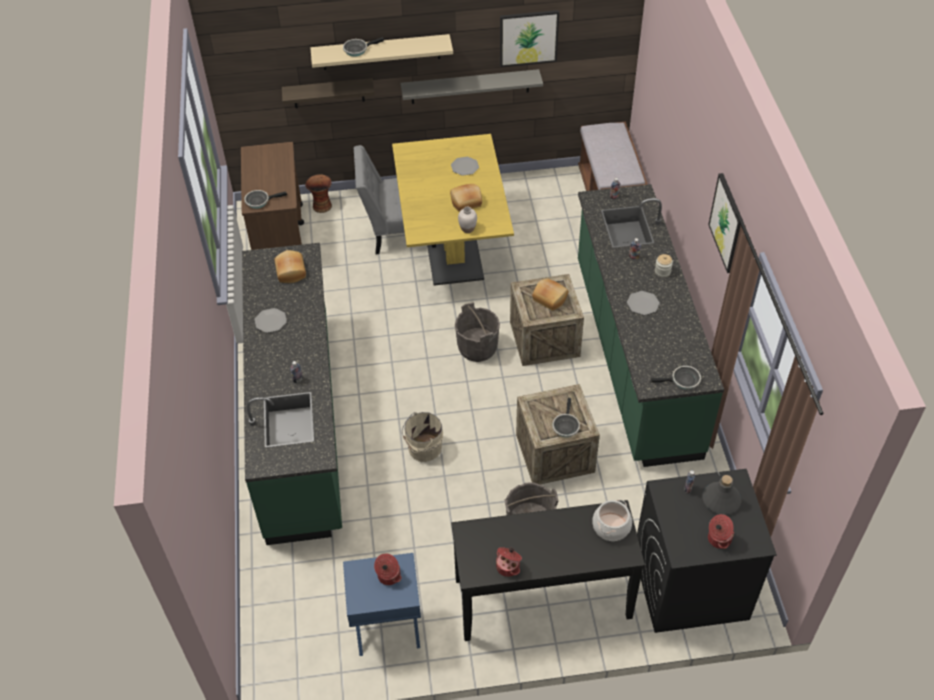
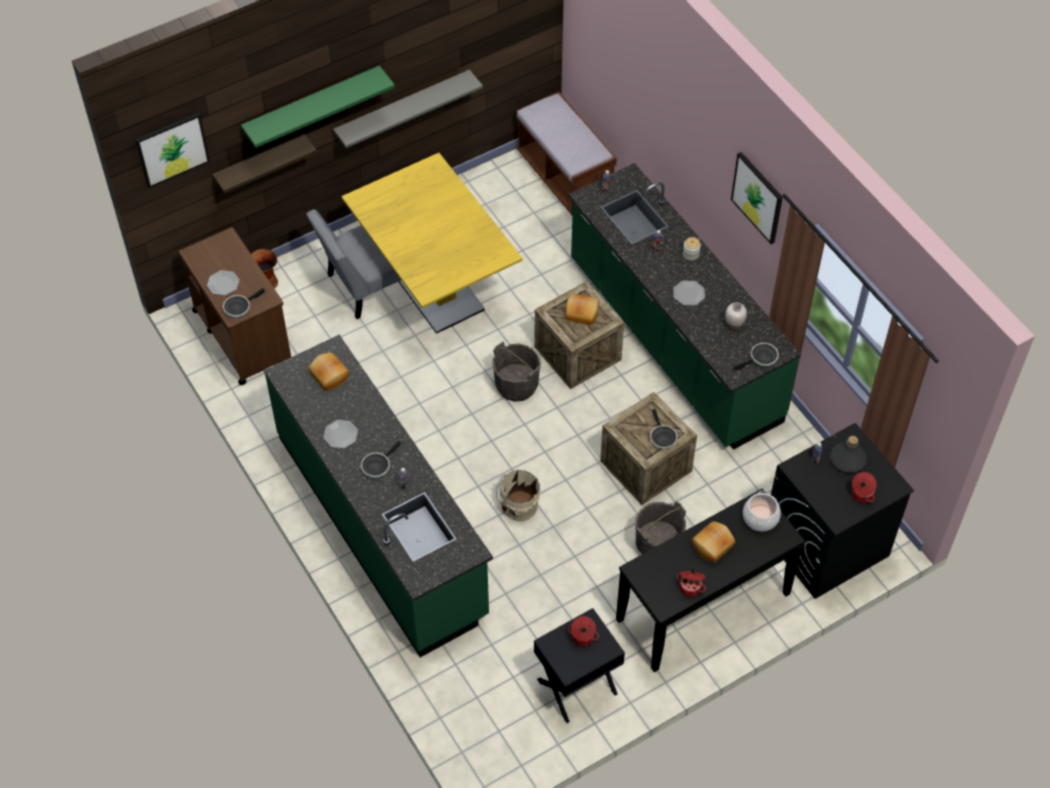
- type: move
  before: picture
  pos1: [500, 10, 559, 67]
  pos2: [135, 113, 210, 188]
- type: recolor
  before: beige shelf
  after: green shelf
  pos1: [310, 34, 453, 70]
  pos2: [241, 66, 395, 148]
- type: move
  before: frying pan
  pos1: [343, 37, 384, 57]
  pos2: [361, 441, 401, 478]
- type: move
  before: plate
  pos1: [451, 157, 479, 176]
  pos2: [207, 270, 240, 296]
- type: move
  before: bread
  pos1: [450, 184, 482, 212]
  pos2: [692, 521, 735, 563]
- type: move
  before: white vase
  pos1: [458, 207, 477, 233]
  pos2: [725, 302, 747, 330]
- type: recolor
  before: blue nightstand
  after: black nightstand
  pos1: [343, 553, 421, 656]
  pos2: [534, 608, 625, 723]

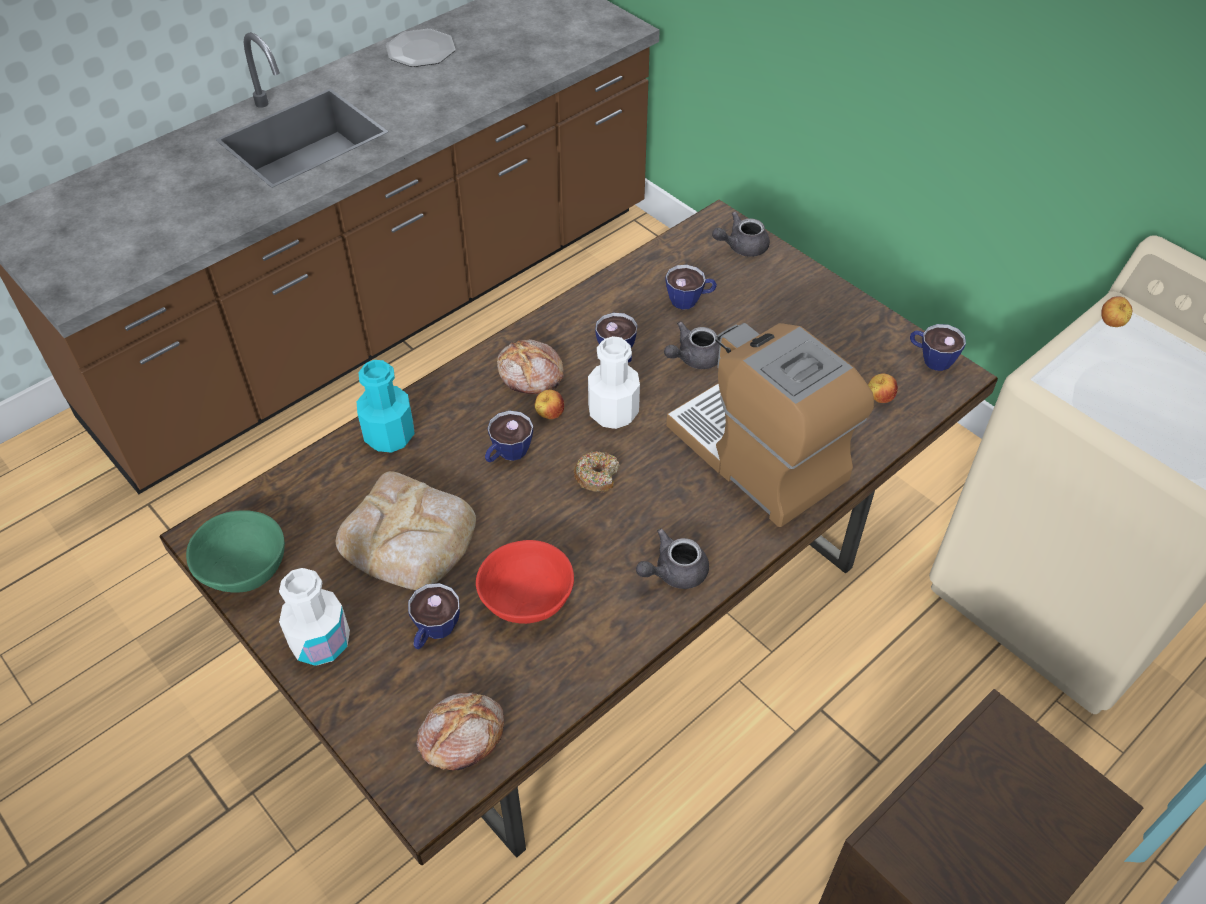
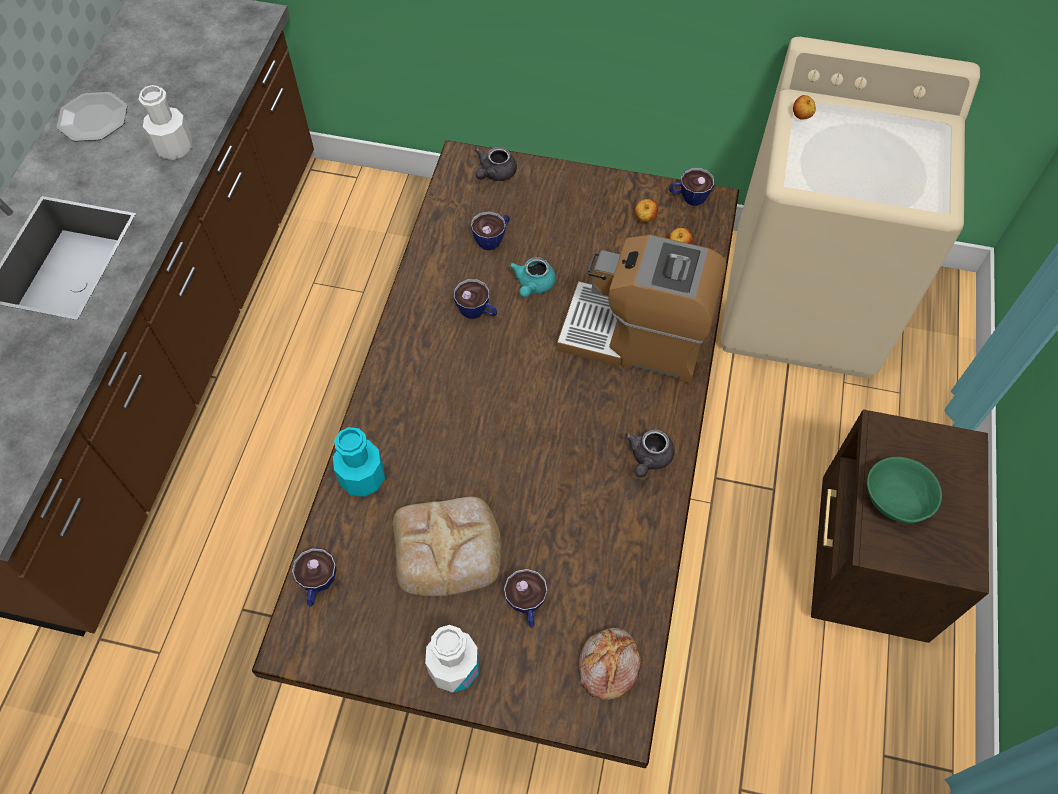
- type: recolor
  before: grey teapot
  after: turquoise teapot
  pos1: [664, 321, 720, 369]
  pos2: [509, 257, 556, 298]
- type: move
  before: white bottle
  pos1: [588, 336, 640, 429]
  pos2: [139, 85, 192, 160]
- type: delete
  before: bread
  pos1: [497, 339, 564, 394]
- type: move
  before: apple
  pos1: [535, 390, 564, 419]
  pos2: [635, 199, 658, 222]
- type: move
  before: cup
  pos1: [485, 410, 533, 462]
  pos2: [292, 548, 336, 606]
- type: delete
  before: donut
  pos1: [574, 451, 620, 492]
- type: move
  before: green bowl
  pos1: [186, 510, 285, 592]
  pos2: [867, 457, 942, 524]
- type: delete
  before: red bowl
  pos1: [476, 540, 574, 624]

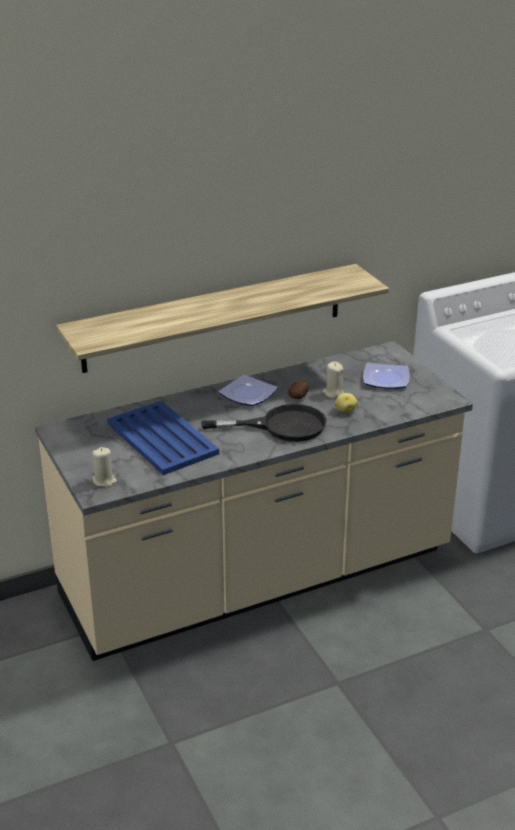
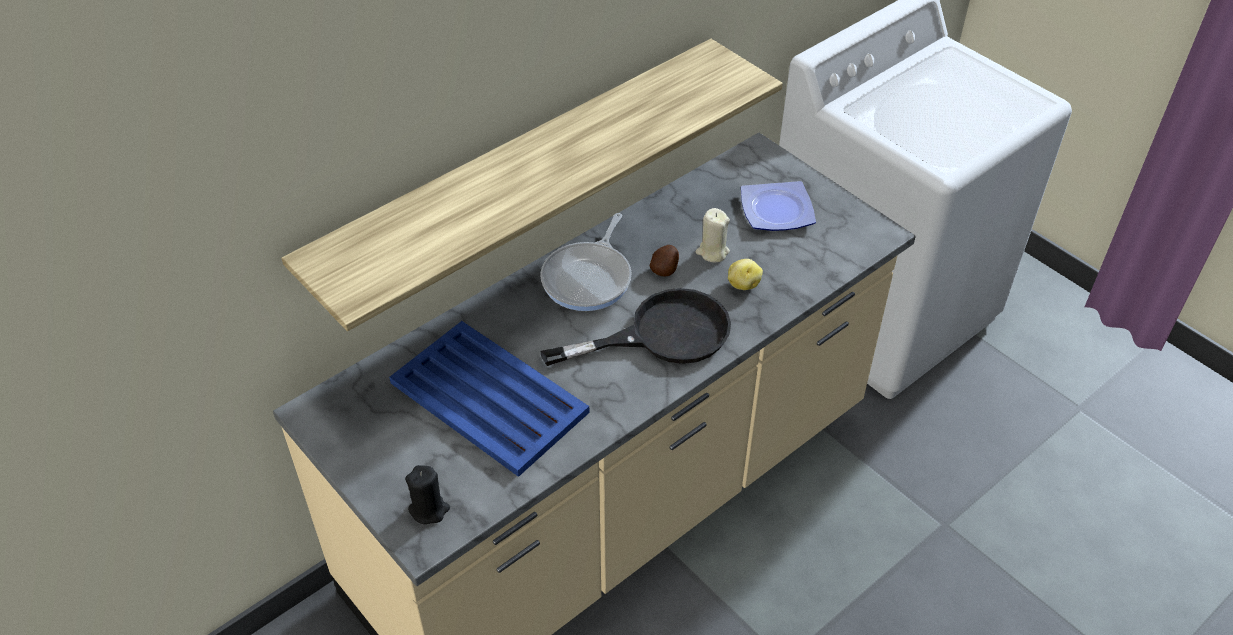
- type: replace
  before: plate
  after: frying pan
  pos1: [218, 375, 278, 406]
  pos2: [540, 213, 632, 311]
- type: recolor
  before: beige candle
  after: black candle
  pos1: [92, 447, 117, 487]
  pos2: [405, 465, 450, 524]

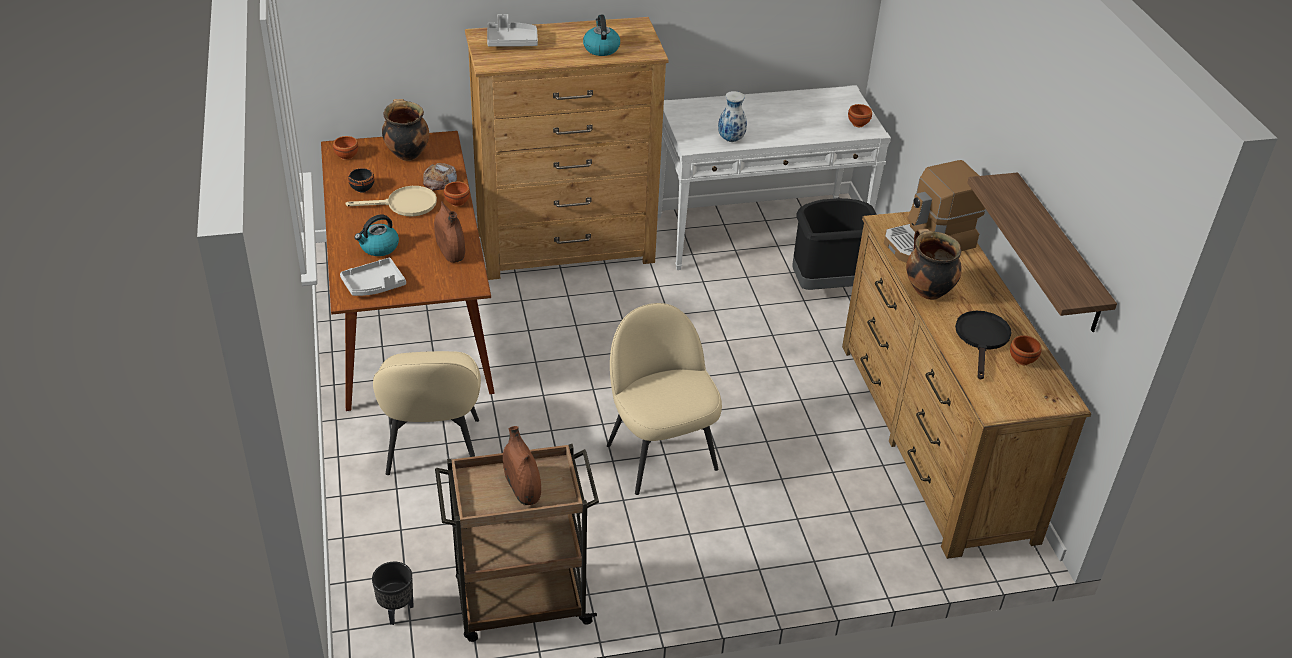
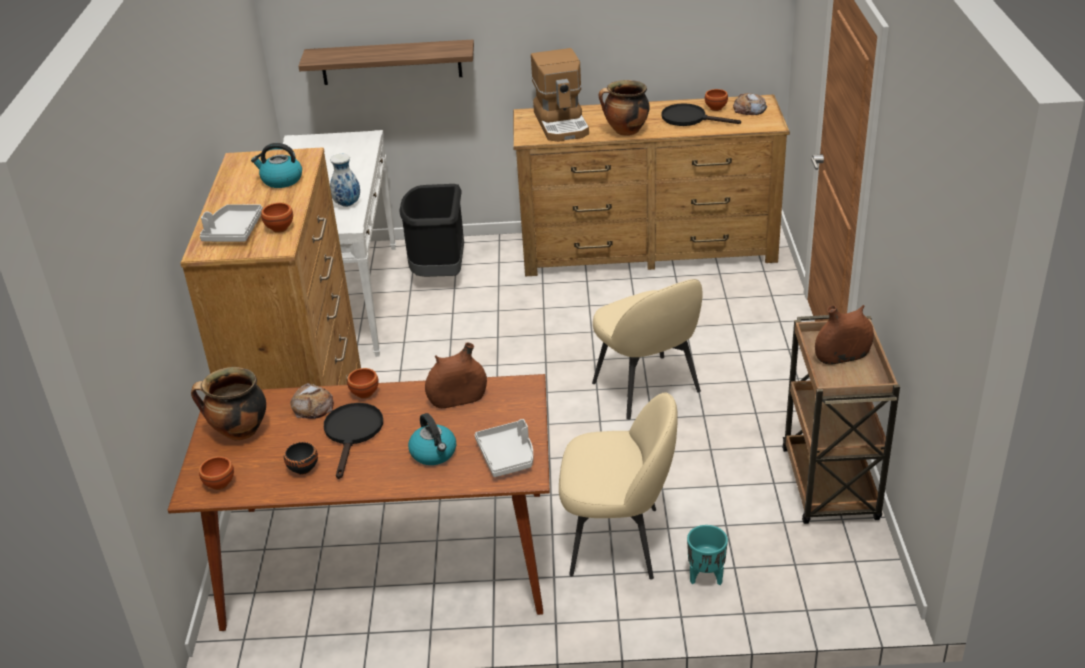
- type: move
  before: brown bowl
  pos1: [848, 104, 872, 127]
  pos2: [261, 203, 293, 233]
- type: move
  before: shelf
  pos1: [967, 172, 1117, 332]
  pos2: [298, 39, 474, 85]
- type: recolor
  before: beige frying pan
  after: black frying pan
  pos1: [345, 186, 437, 217]
  pos2: [324, 403, 383, 479]
- type: rotate
  before: beige chair
  pos1: [607, 303, 722, 495]
  pos2: [592, 279, 703, 420]
  turn: -105
- type: delete
  before: black planter
  pos1: [372, 562, 414, 625]
- type: insert
  after: bread
  pos2: [733, 93, 767, 115]
- type: insert
  after: turquoise planter
  pos2: [687, 525, 728, 585]

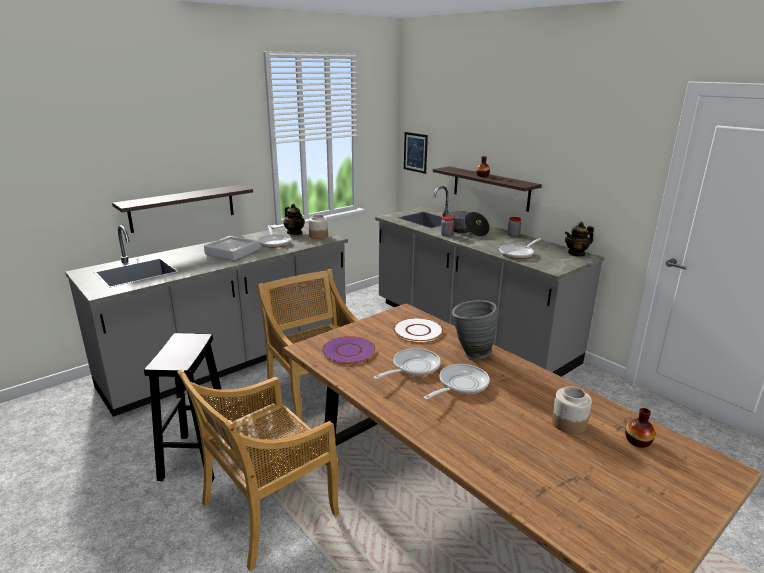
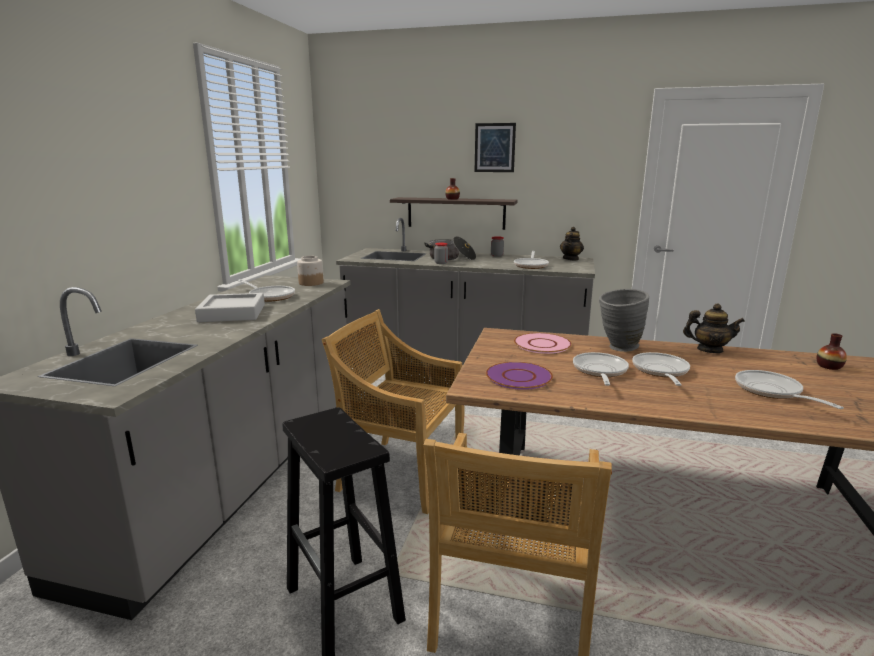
- type: move
  before: picture
  pos1: [404, 132, 428, 174]
  pos2: [475, 123, 516, 172]
- type: delete
  before: shelf
  pos1: [112, 185, 253, 233]
- type: move
  before: teapot
  pos1: [283, 204, 305, 235]
  pos2: [683, 303, 745, 353]
- type: recolor
  before: white plate
  after: pink plate
  pos1: [393, 318, 443, 342]
  pos2: [514, 333, 572, 354]
- type: delete
  before: jar
  pos1: [552, 386, 592, 434]
- type: insert
  after: frying pan
  pos2: [735, 370, 844, 409]

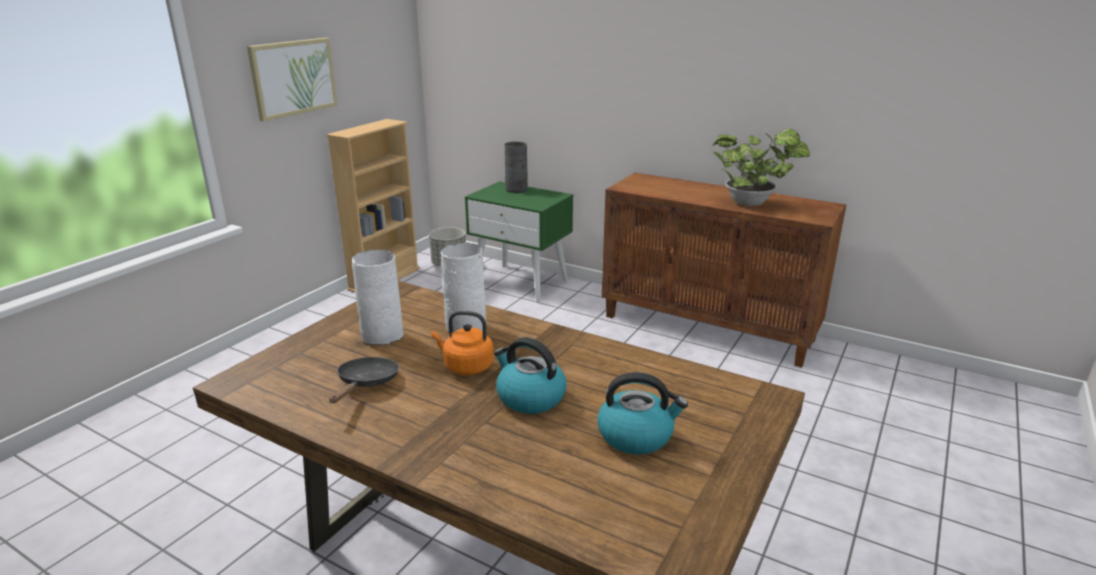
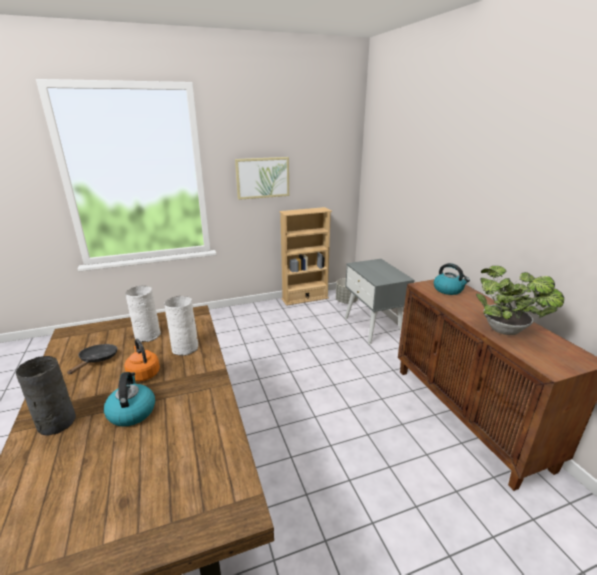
- type: move
  before: grey vase
  pos1: [504, 142, 528, 193]
  pos2: [16, 356, 76, 436]
- type: recolor
  before: green nightstand
  after: grey nightstand
  pos1: [465, 182, 573, 302]
  pos2: [345, 259, 414, 344]
- type: rotate
  before: black frying pan
  pos1: [329, 357, 399, 403]
  pos2: [67, 344, 117, 374]
  turn: -45
- type: move
  before: kettle
  pos1: [597, 372, 688, 454]
  pos2: [434, 263, 470, 295]

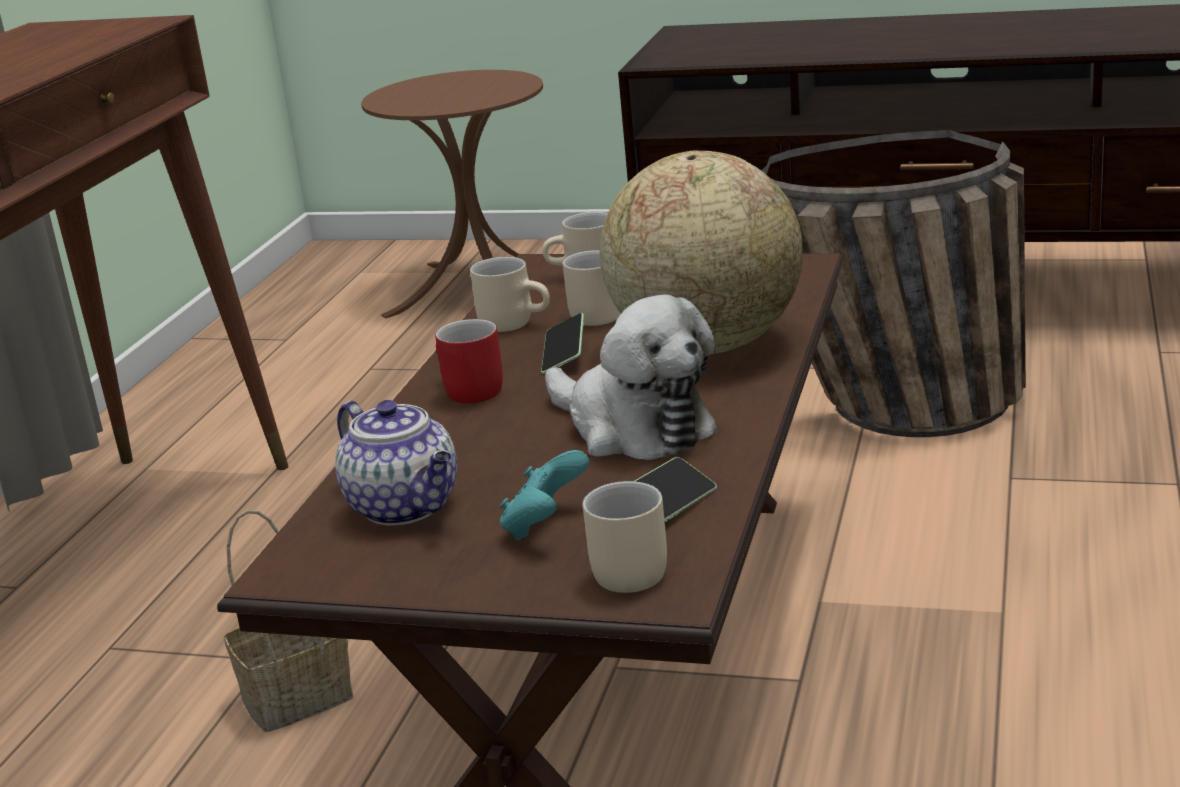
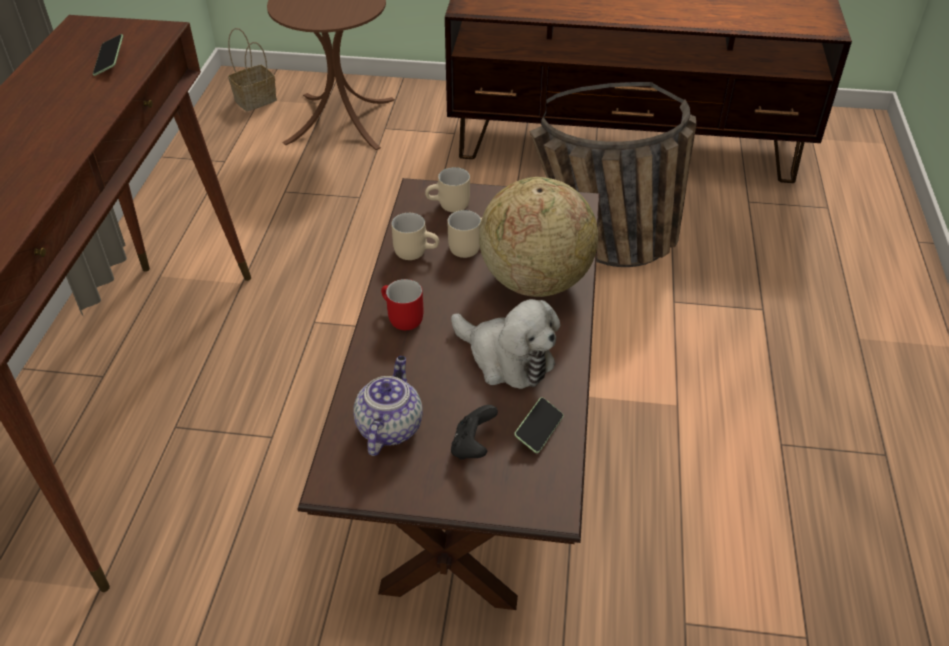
- type: move
  before: phone
  pos1: [541, 313, 584, 374]
  pos2: [93, 34, 123, 76]
- type: rotate
  before: teapot
  pos1: [335, 400, 457, 525]
  pos2: [353, 356, 423, 456]
  turn: -120
- type: recolor
  before: turquoise game controller
  after: black game controller
  pos1: [499, 450, 589, 540]
  pos2: [451, 405, 498, 460]
- type: delete
  before: beige mug
  pos1: [583, 481, 667, 593]
- type: move
  before: basket
  pos1: [224, 510, 353, 732]
  pos2: [228, 28, 277, 111]

